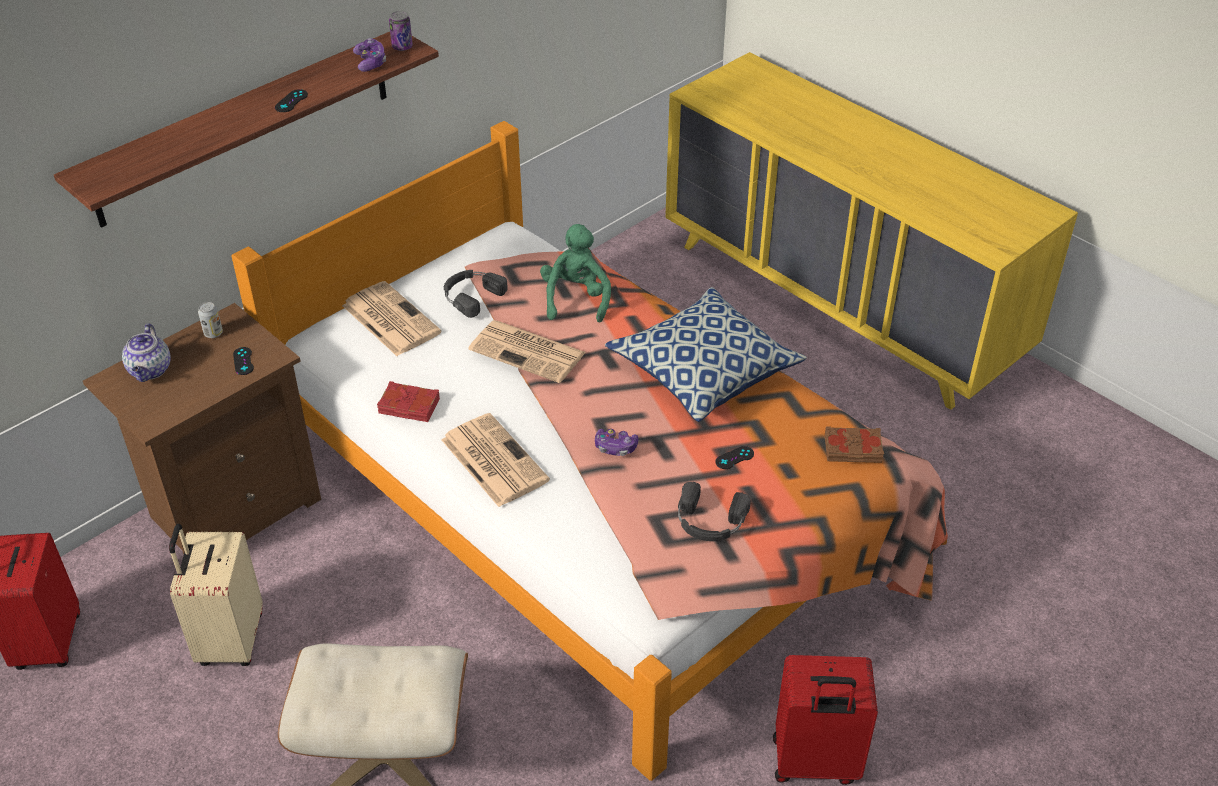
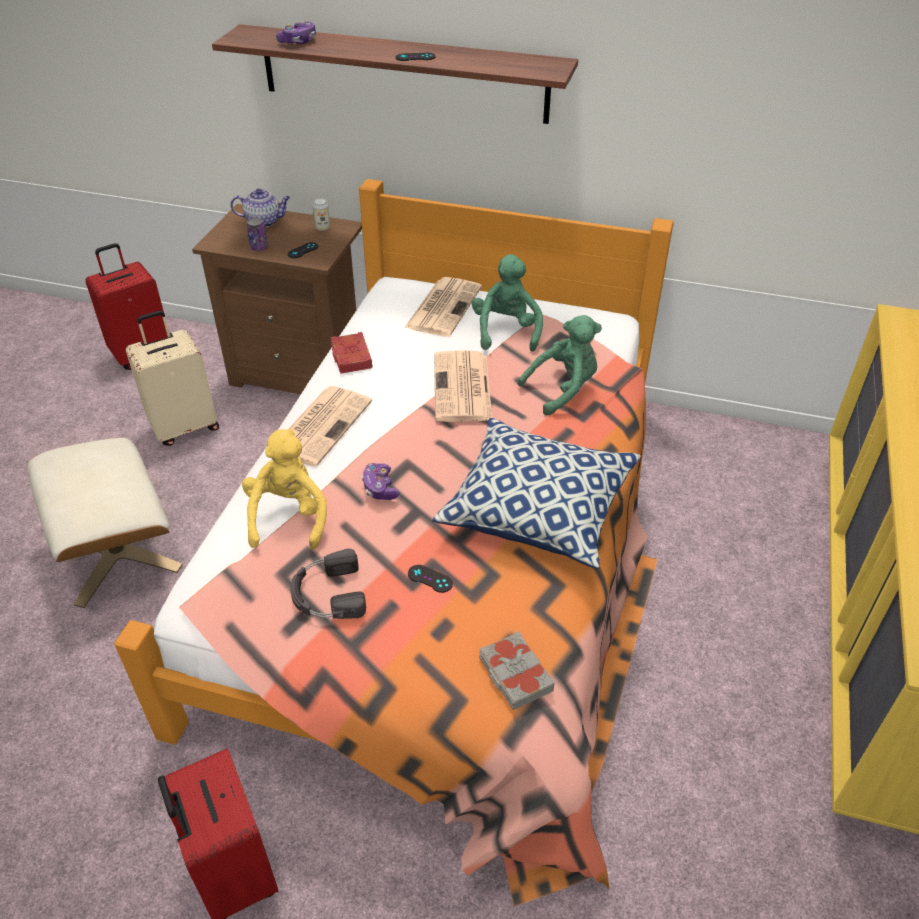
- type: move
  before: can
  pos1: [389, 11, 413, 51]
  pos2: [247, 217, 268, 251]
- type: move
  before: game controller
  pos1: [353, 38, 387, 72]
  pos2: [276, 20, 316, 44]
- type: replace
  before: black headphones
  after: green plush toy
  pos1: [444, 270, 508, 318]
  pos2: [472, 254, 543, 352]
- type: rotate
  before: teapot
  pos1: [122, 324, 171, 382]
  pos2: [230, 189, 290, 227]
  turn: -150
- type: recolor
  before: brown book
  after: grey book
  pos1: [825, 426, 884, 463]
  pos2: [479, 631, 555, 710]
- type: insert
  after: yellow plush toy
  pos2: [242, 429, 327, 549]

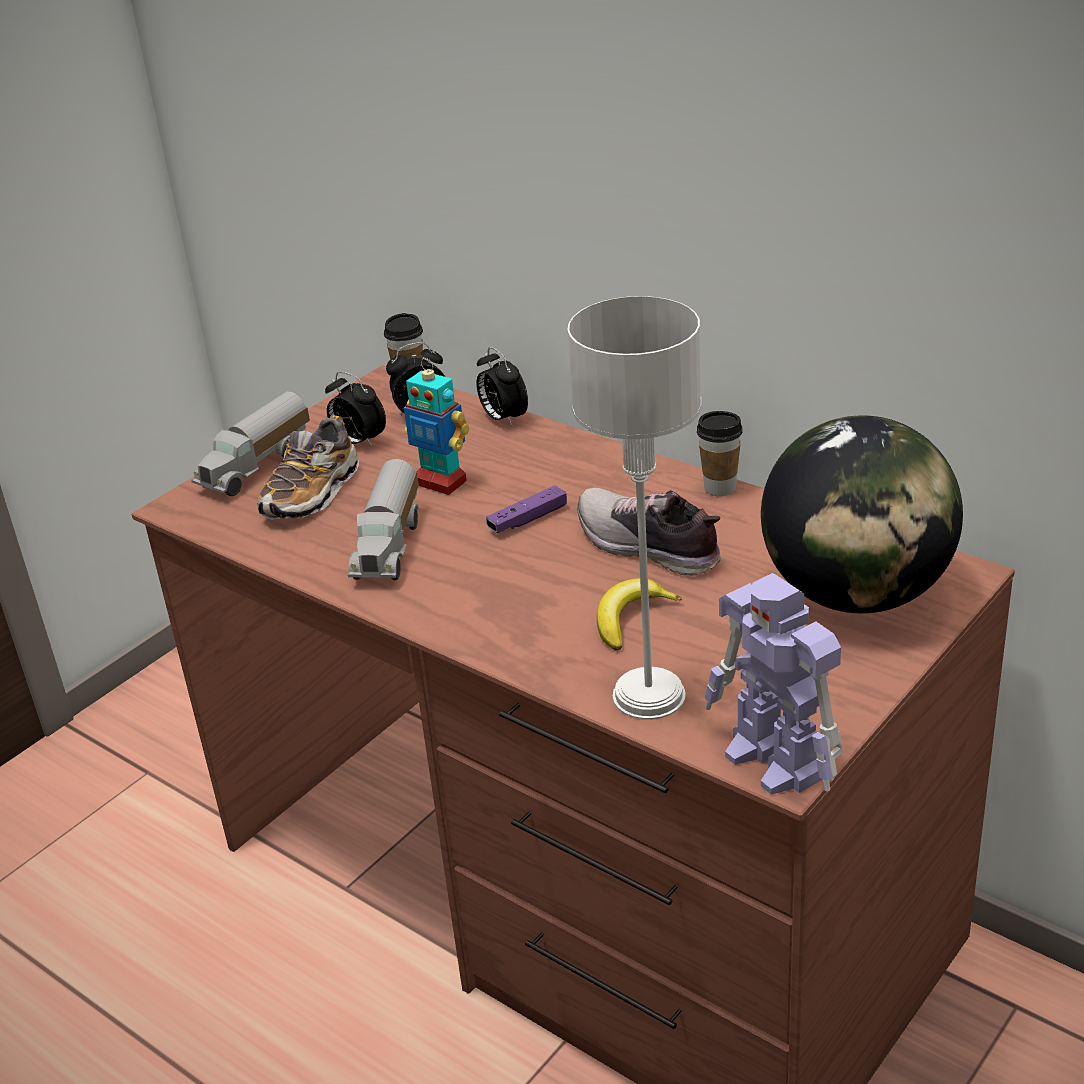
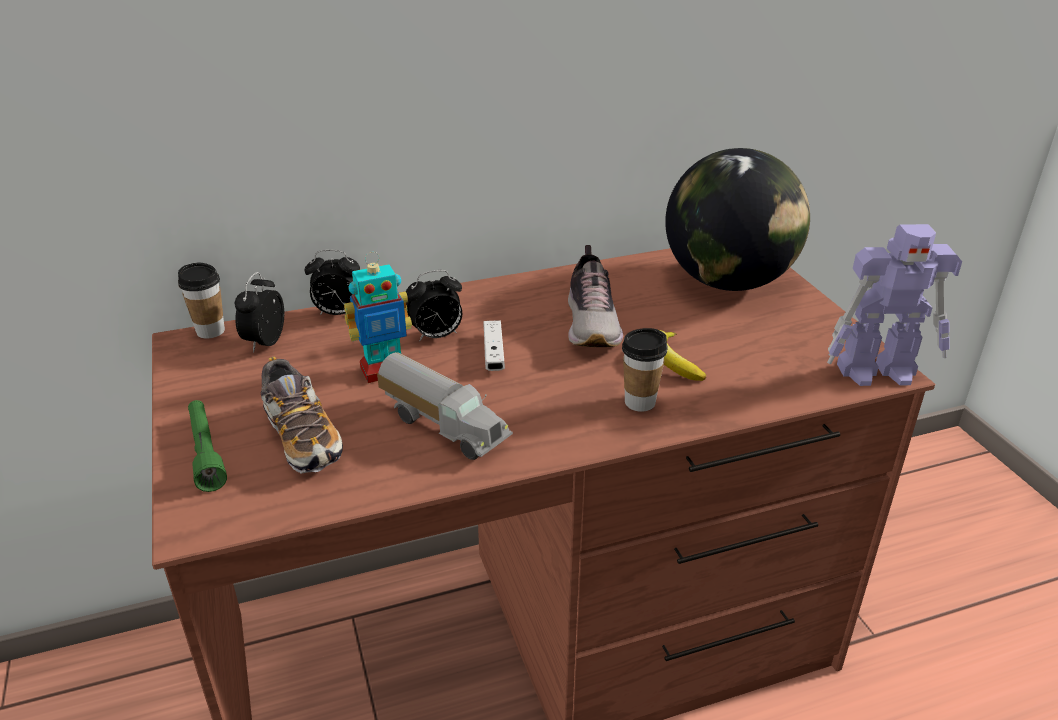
- type: delete
  before: grey table lamp
  pos1: [567, 296, 701, 720]
- type: move
  before: alarm clock
  pos1: [325, 372, 386, 448]
  pos2: [406, 270, 462, 341]
- type: replace
  before: toy truck
  after: green flashlight
  pos1: [191, 391, 310, 496]
  pos2: [188, 400, 227, 492]
- type: move
  before: cup
  pos1: [697, 411, 743, 496]
  pos2: [622, 328, 668, 412]
- type: recolor
  before: purple game controller
  after: white game controller
  pos1: [486, 485, 567, 533]
  pos2: [483, 320, 505, 371]
- type: rotate
  before: shoe
  pos1: [577, 488, 721, 576]
  pos2: [568, 245, 623, 347]
  turn: -75

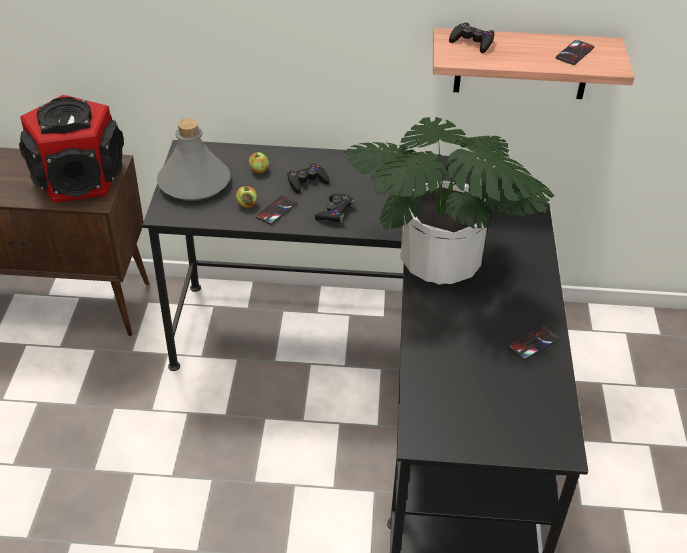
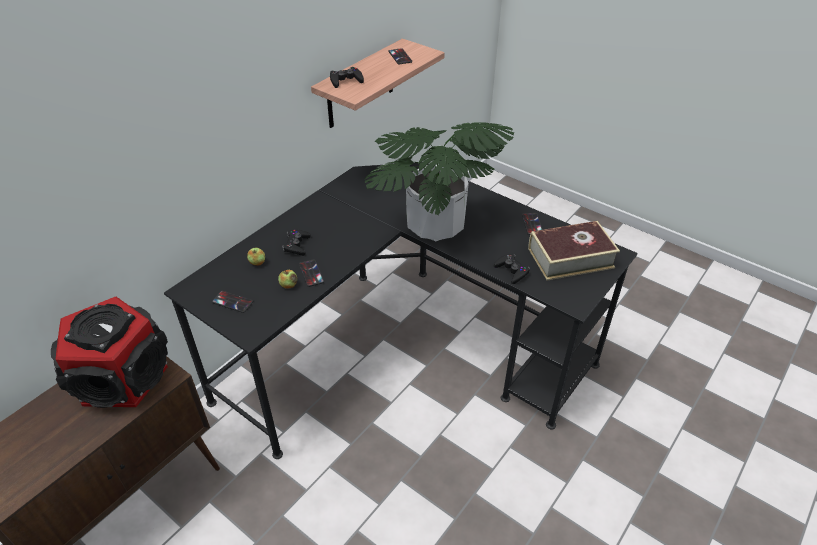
- type: replace
  before: grey bottle
  after: phone
  pos1: [157, 118, 230, 201]
  pos2: [212, 291, 253, 313]
- type: move
  before: black game controller
  pos1: [315, 194, 355, 223]
  pos2: [494, 254, 530, 284]
- type: insert
  after: book
  pos2: [528, 221, 620, 280]

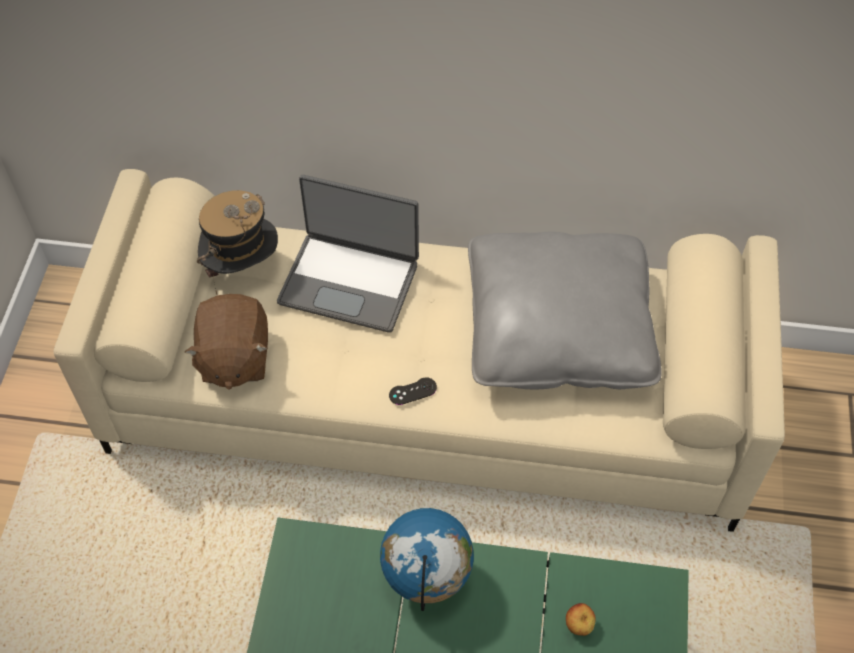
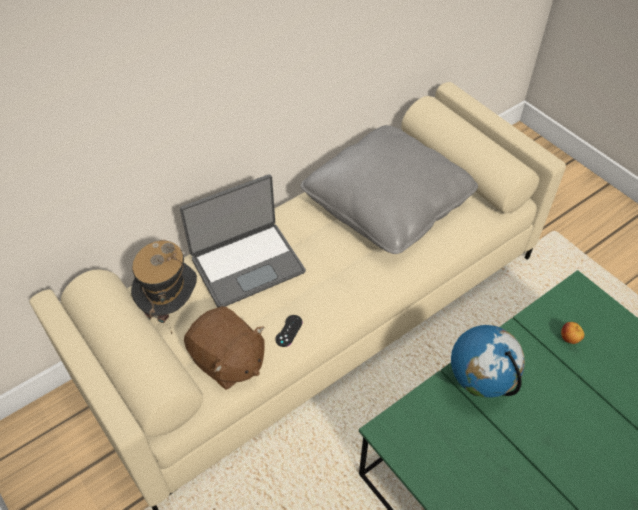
- type: move
  before: black game controller
  pos1: [389, 377, 437, 405]
  pos2: [275, 315, 303, 347]

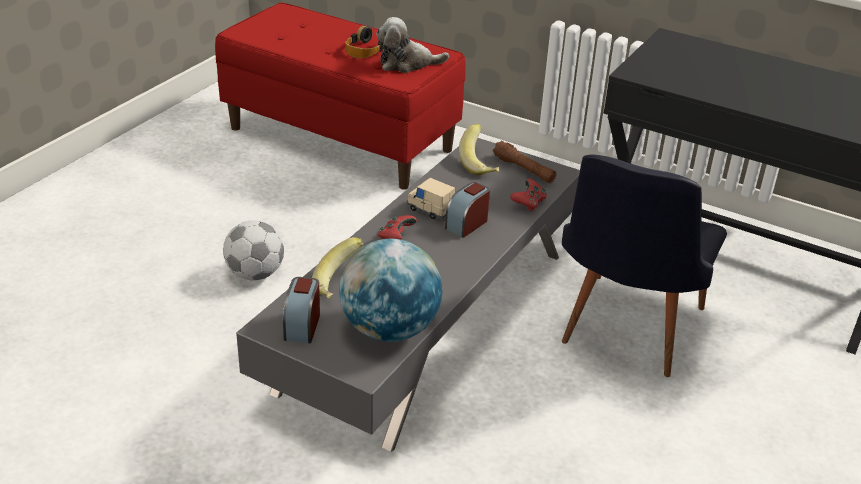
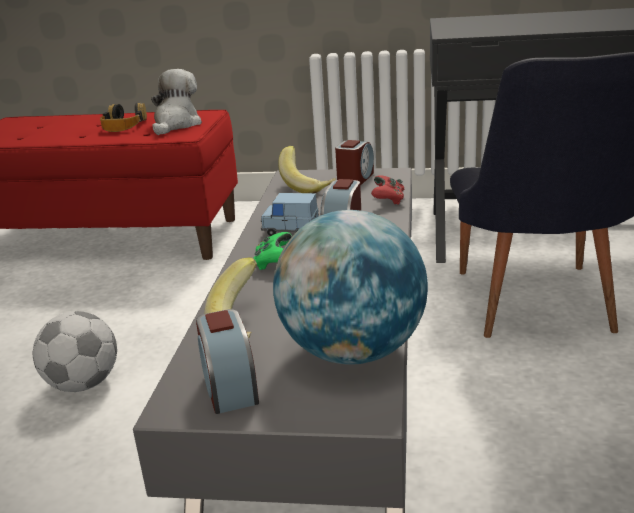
- type: rotate
  before: plush toy
  pos1: [376, 17, 449, 73]
  pos2: [151, 69, 202, 135]
  turn: 135
- type: replace
  before: brown flashlight
  after: alarm clock
  pos1: [493, 141, 556, 183]
  pos2: [335, 140, 374, 186]
- type: recolor
  before: beige toy car
  after: blue toy car
  pos1: [407, 178, 455, 219]
  pos2: [260, 193, 319, 236]
- type: recolor
  before: red game controller
  after: green game controller
  pos1: [378, 215, 417, 239]
  pos2: [253, 232, 292, 270]

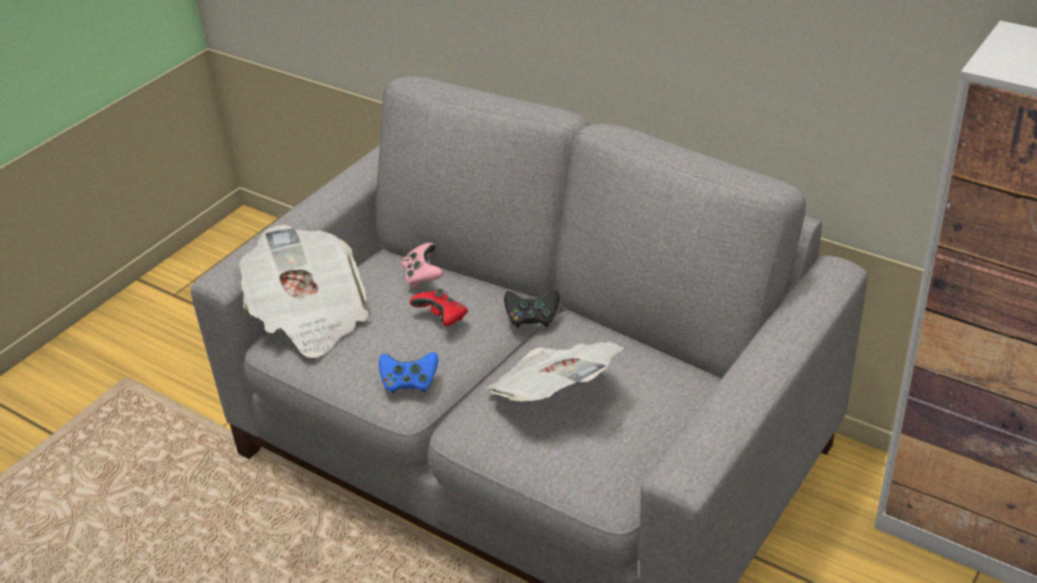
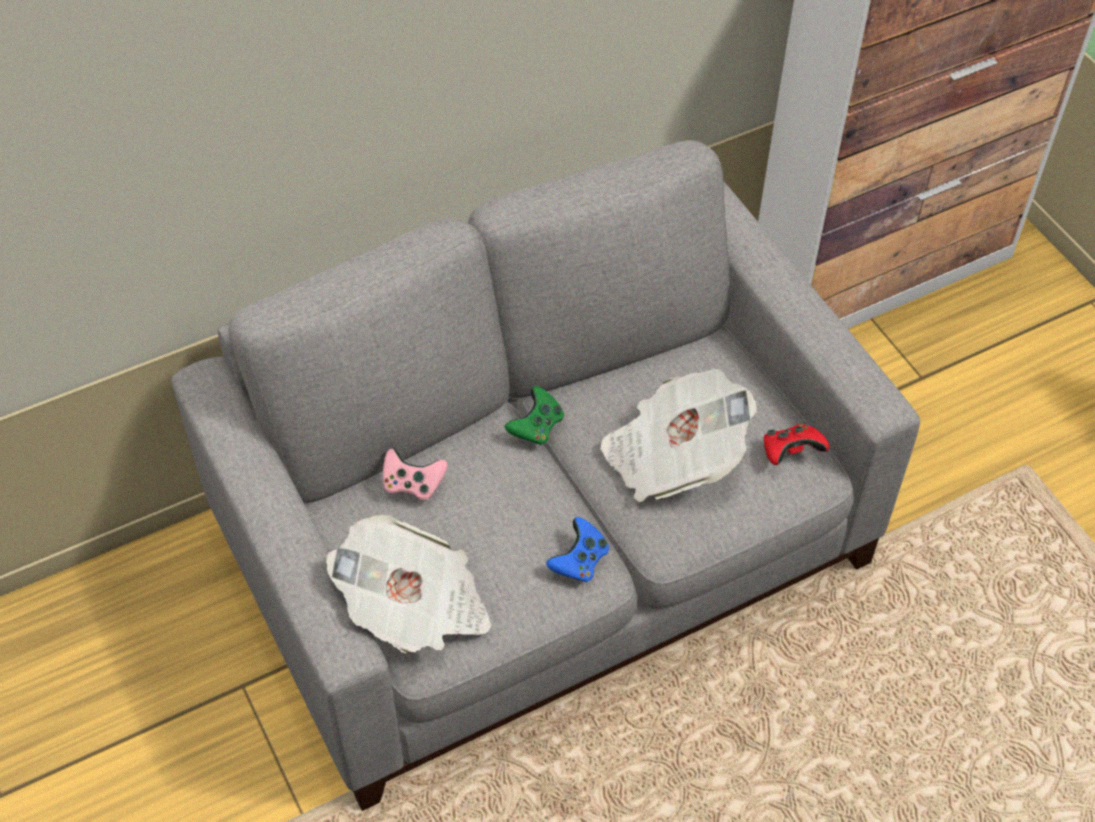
- type: move
  before: red game controller
  pos1: [410, 288, 468, 326]
  pos2: [764, 424, 829, 465]
- type: recolor
  before: black game controller
  after: green game controller
  pos1: [504, 290, 560, 328]
  pos2: [505, 386, 564, 445]

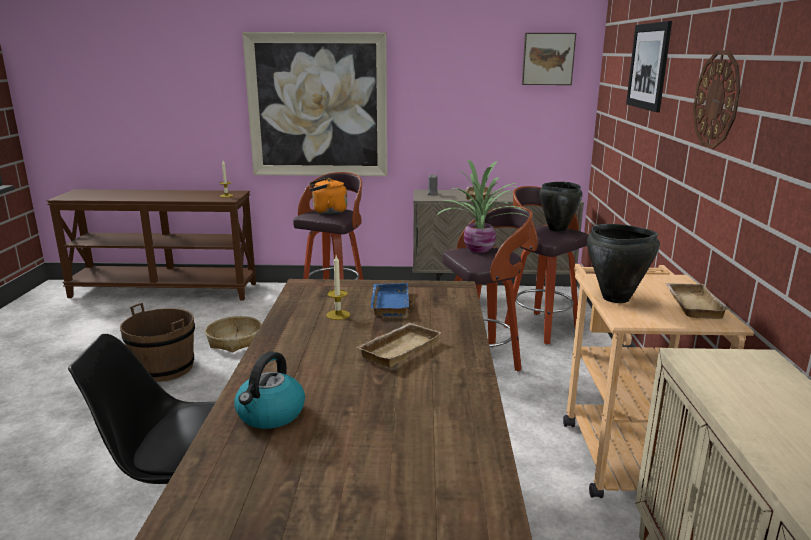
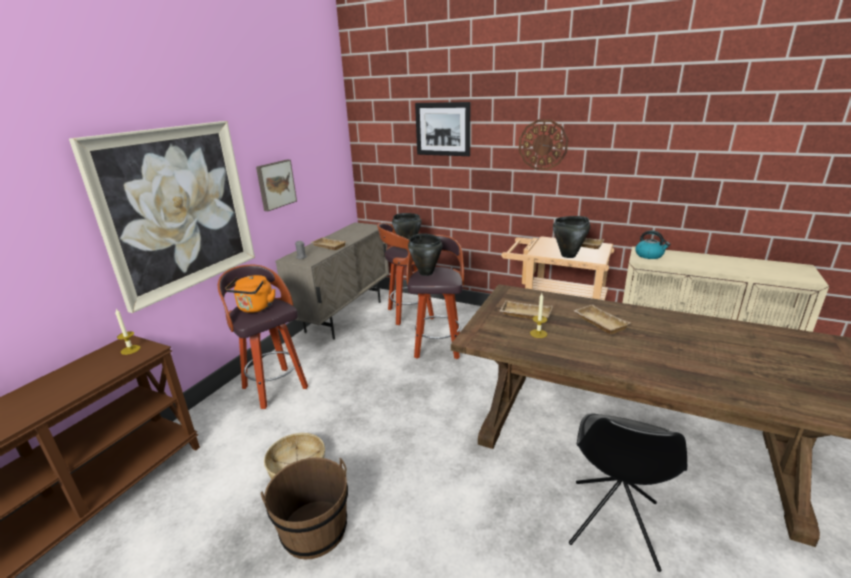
- type: move
  before: picture
  pos1: [522, 33, 576, 85]
  pos2: [256, 160, 297, 211]
- type: replace
  before: potted plant
  after: black cooking pot
  pos1: [436, 160, 528, 253]
  pos2: [408, 233, 442, 276]
- type: recolor
  before: blue tray
  after: beige tray
  pos1: [371, 283, 409, 316]
  pos2: [500, 300, 553, 320]
- type: move
  before: kettle
  pos1: [234, 351, 305, 429]
  pos2: [635, 230, 670, 259]

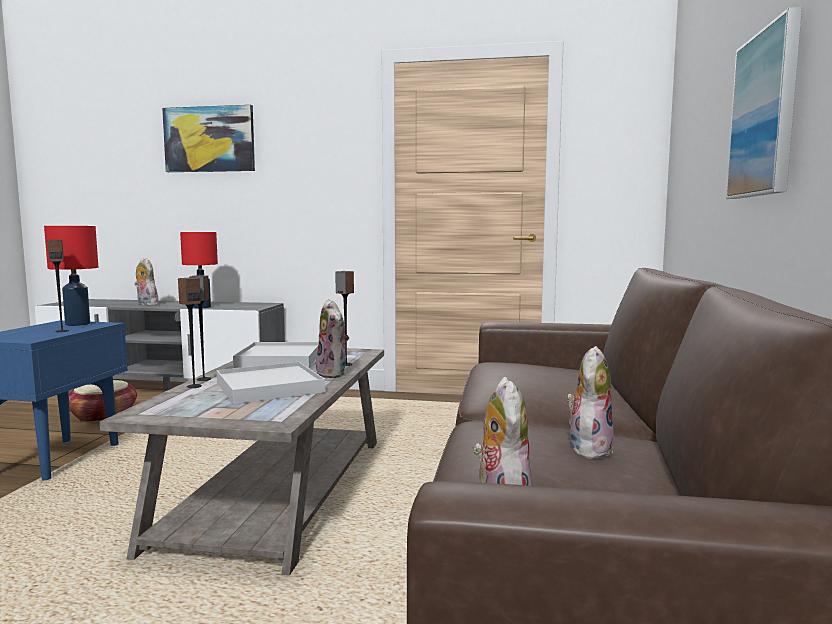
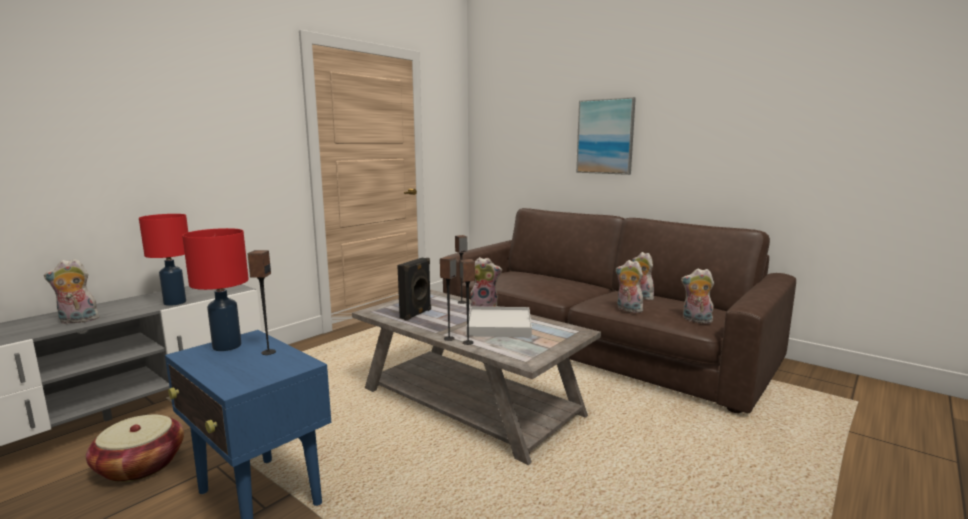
- type: delete
  before: picture
  pos1: [162, 105, 255, 172]
- type: replace
  before: white tray
  after: black speaker
  pos1: [233, 342, 319, 368]
  pos2: [397, 258, 431, 321]
- type: insert
  after: plush toy
  pos2: [616, 260, 643, 313]

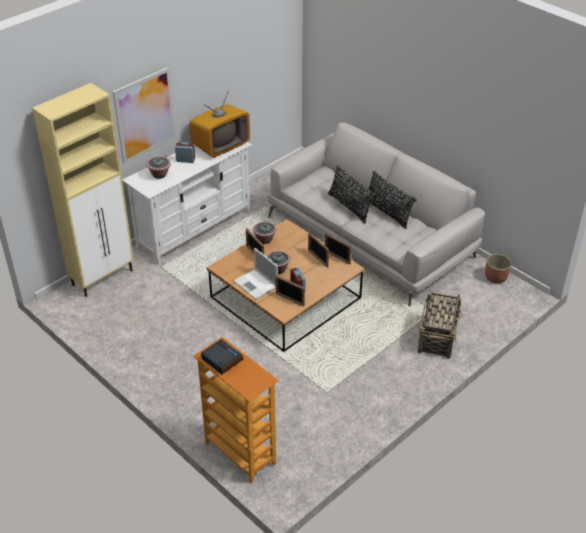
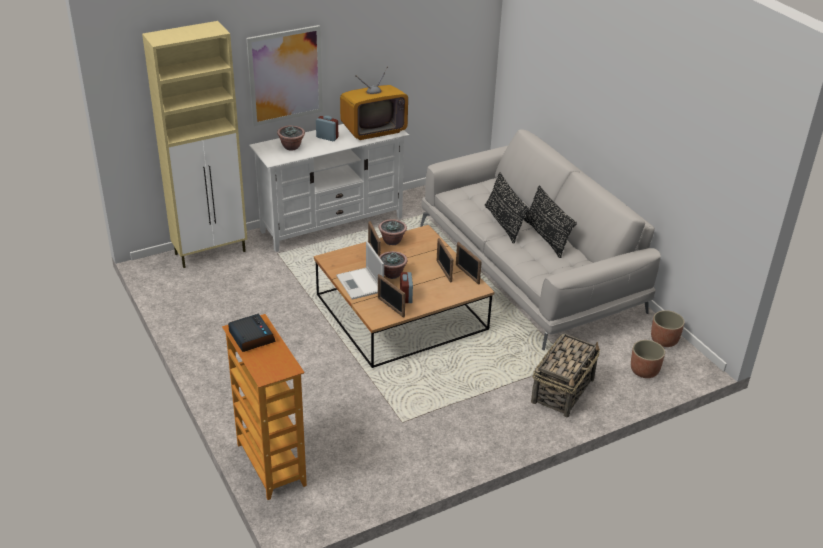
- type: insert
  after: planter
  pos2: [631, 340, 665, 378]

